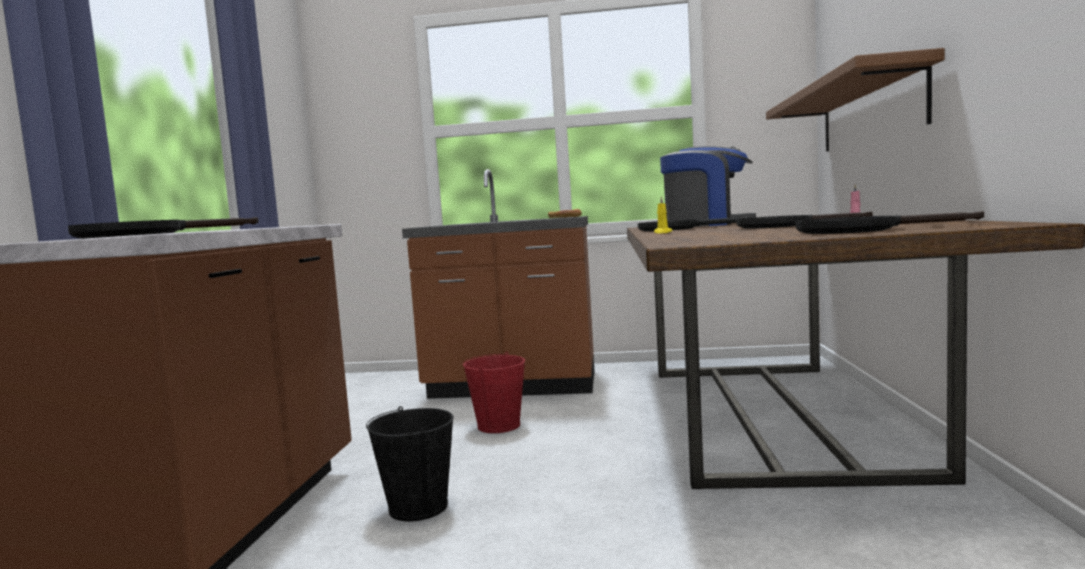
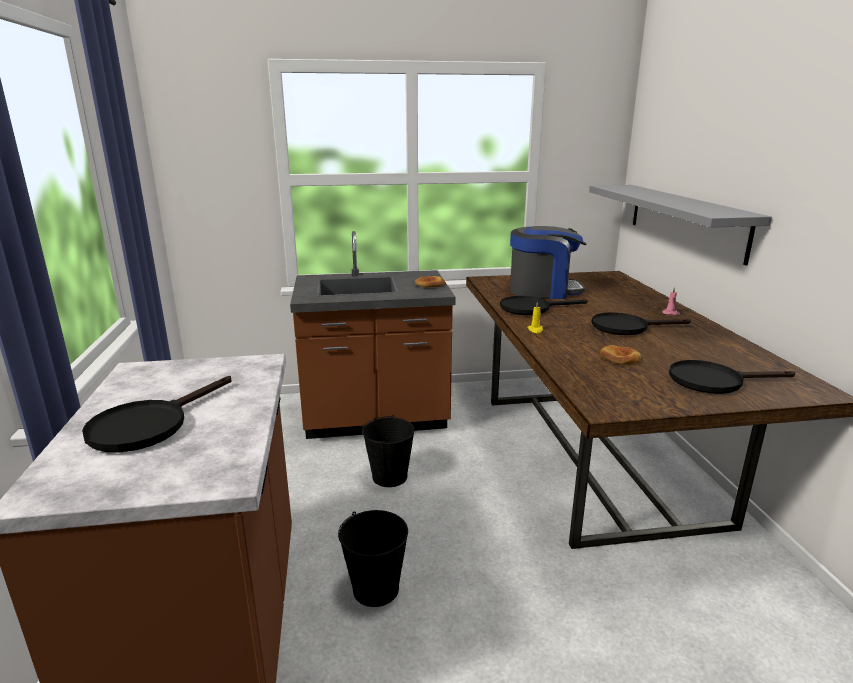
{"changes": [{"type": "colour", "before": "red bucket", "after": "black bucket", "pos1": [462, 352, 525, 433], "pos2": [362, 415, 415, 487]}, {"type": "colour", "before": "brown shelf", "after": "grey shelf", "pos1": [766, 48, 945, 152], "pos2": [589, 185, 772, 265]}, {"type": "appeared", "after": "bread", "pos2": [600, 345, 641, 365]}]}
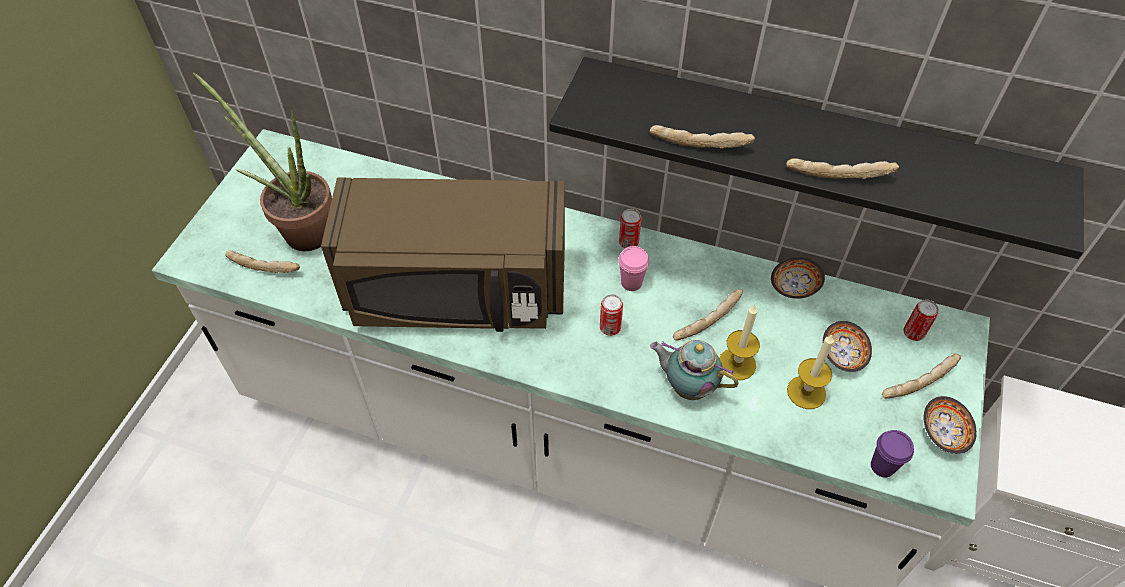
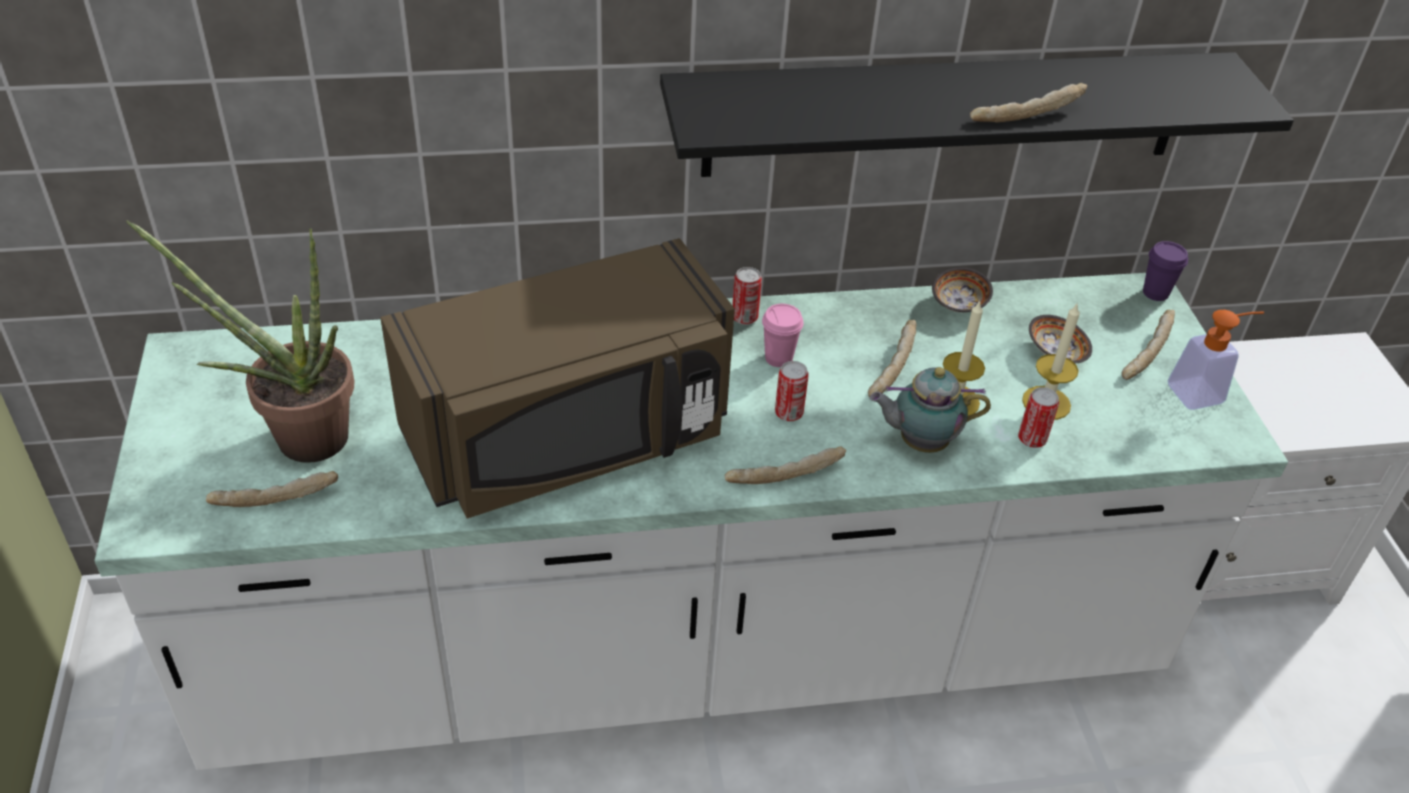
{"changes": [{"type": "relocated", "before": "bread", "pos1": [650, 125, 755, 149], "pos2": [725, 446, 846, 484]}, {"type": "relocated", "before": "purple cup", "pos1": [871, 430, 914, 477], "pos2": [1143, 241, 1188, 301]}, {"type": "relocated", "before": "can", "pos1": [903, 299, 939, 341], "pos2": [1018, 387, 1059, 448]}, {"type": "exchanged", "before": "bowl", "after": "soap dispenser", "pos1": [924, 396, 977, 454], "pos2": [1167, 310, 1264, 410]}]}
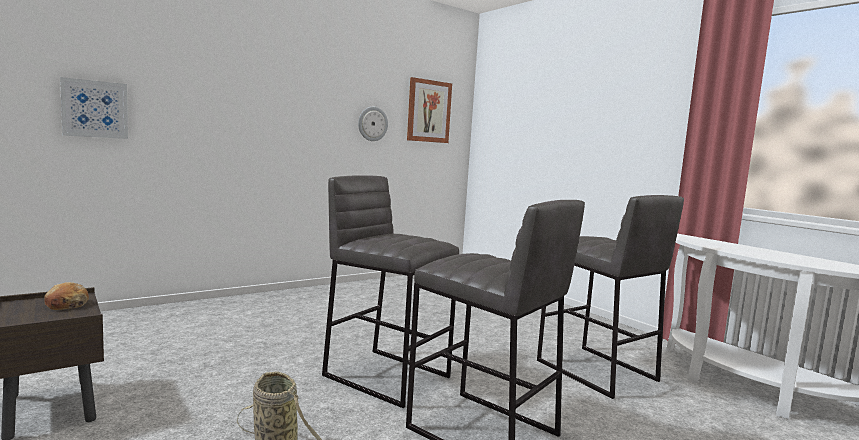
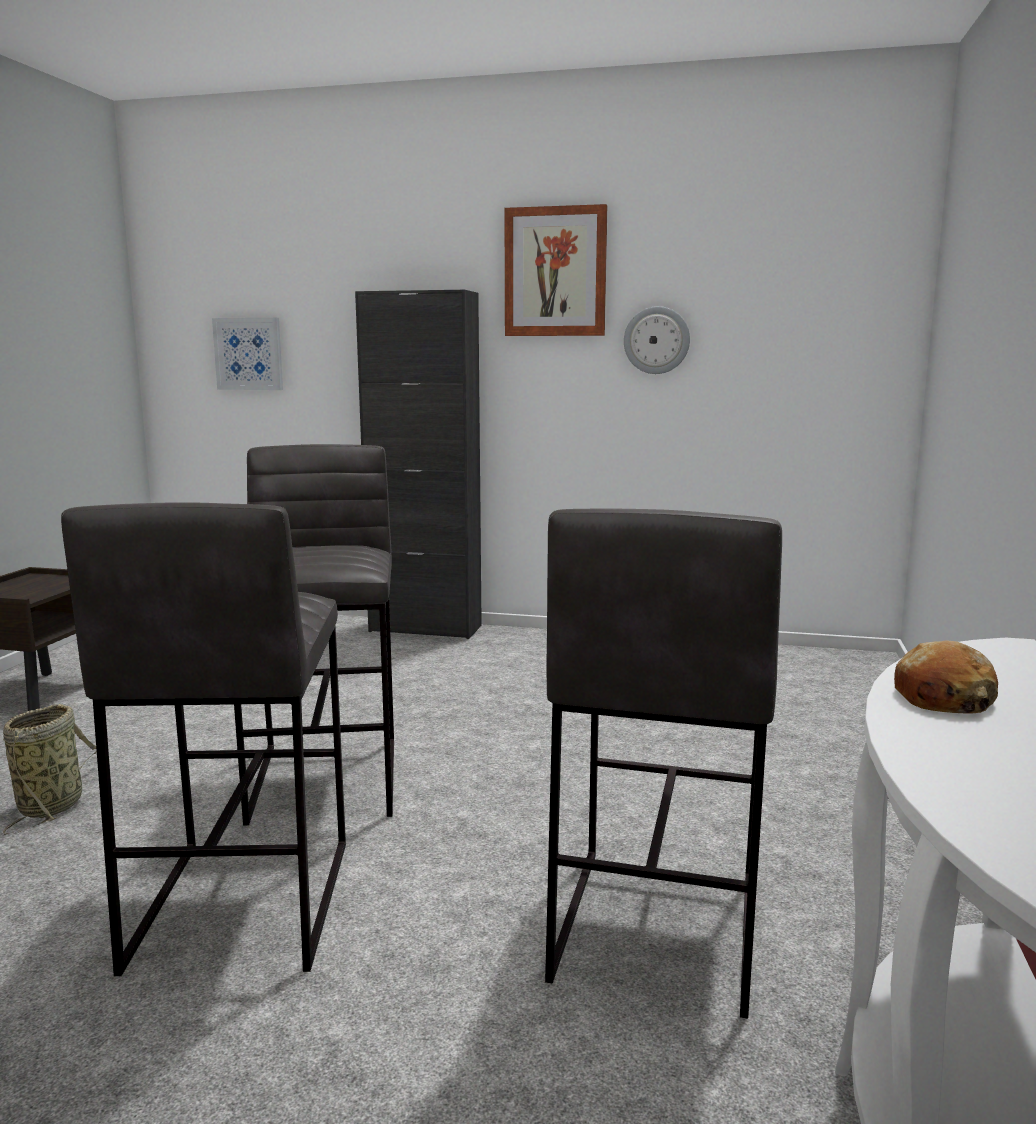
{"changes": [{"type": "relocated", "before": "bread", "pos1": [45, 282, 89, 310], "pos2": [894, 640, 998, 713]}, {"type": "relocated", "before": "picture", "pos1": [407, 77, 452, 143], "pos2": [505, 204, 607, 336]}, {"type": "appeared", "after": "black cabinet", "pos2": [355, 289, 482, 639]}]}
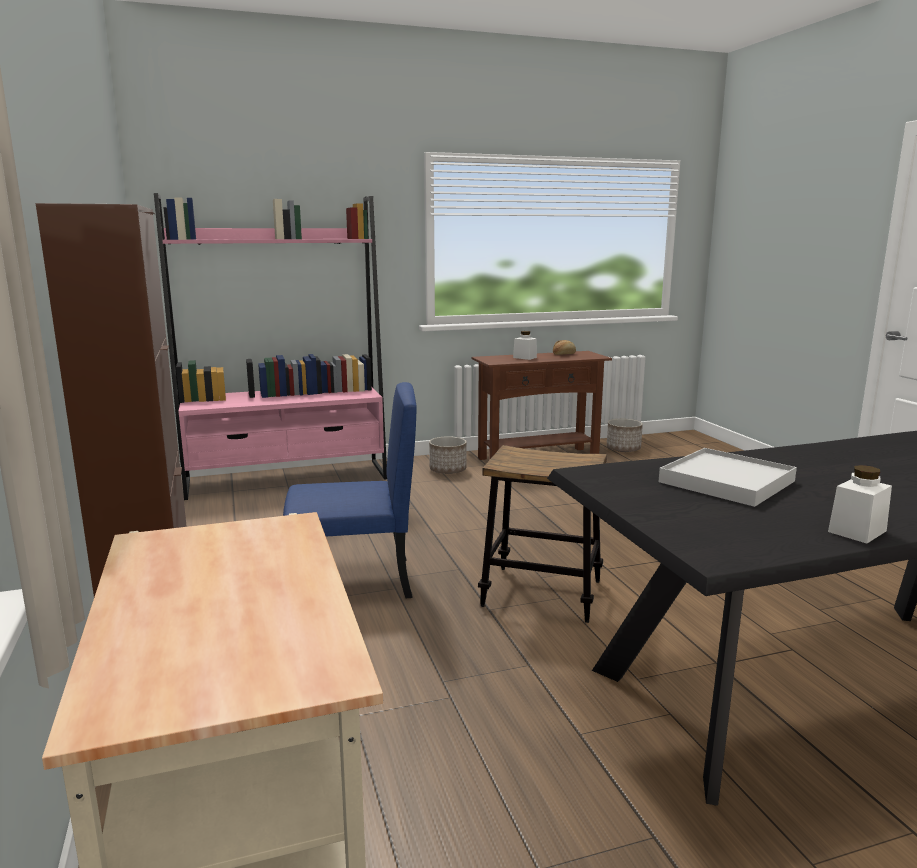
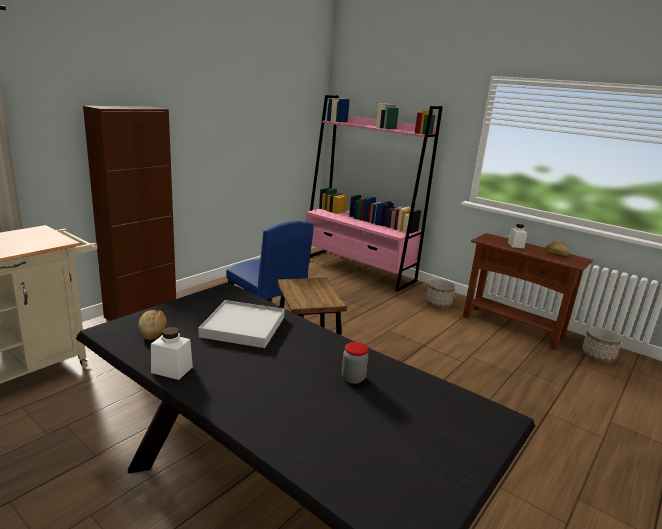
{"changes": [{"type": "appeared", "after": "bread", "pos2": [138, 310, 167, 340]}, {"type": "appeared", "after": "jar", "pos2": [342, 342, 368, 384]}]}
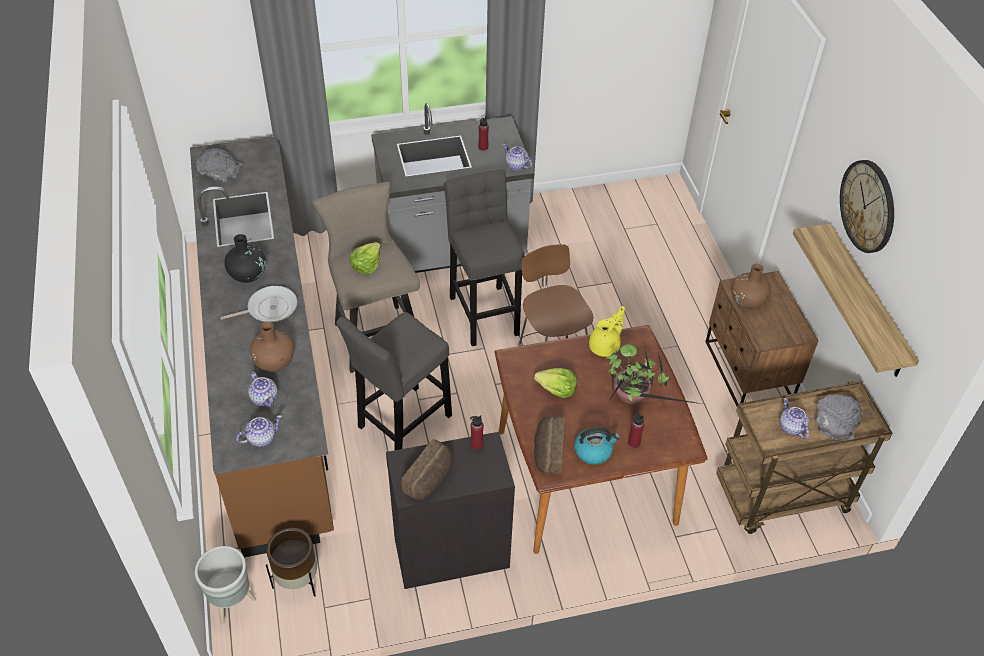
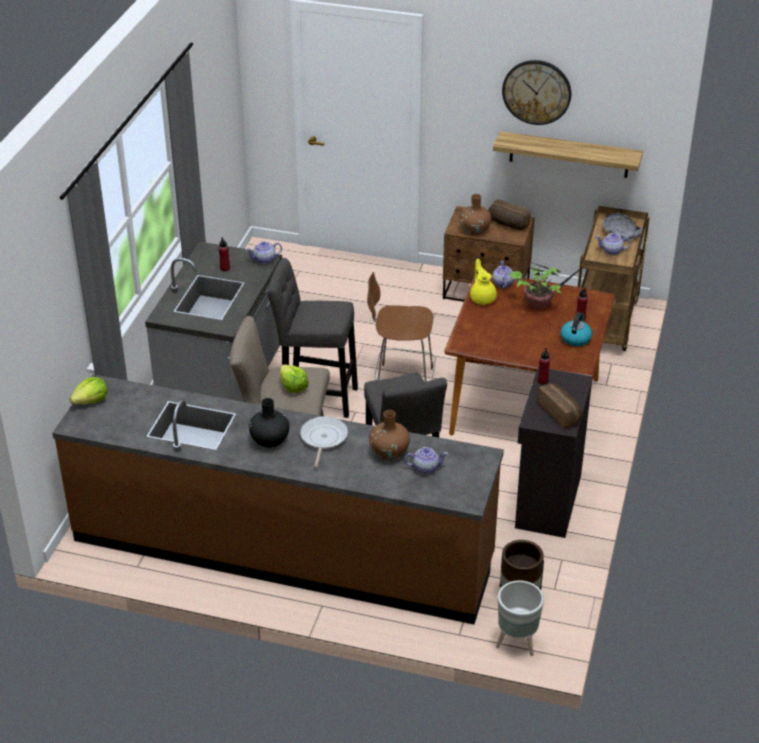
{"changes": [{"type": "missing", "before": "grey bowl", "pos1": [196, 148, 243, 182]}, {"type": "relocated", "before": "teapot", "pos1": [236, 415, 282, 447], "pos2": [492, 261, 514, 289]}, {"type": "relocated", "before": "lettuce", "pos1": [534, 368, 577, 398], "pos2": [70, 377, 107, 404]}, {"type": "relocated", "before": "bread", "pos1": [534, 417, 565, 475], "pos2": [488, 199, 530, 230]}]}
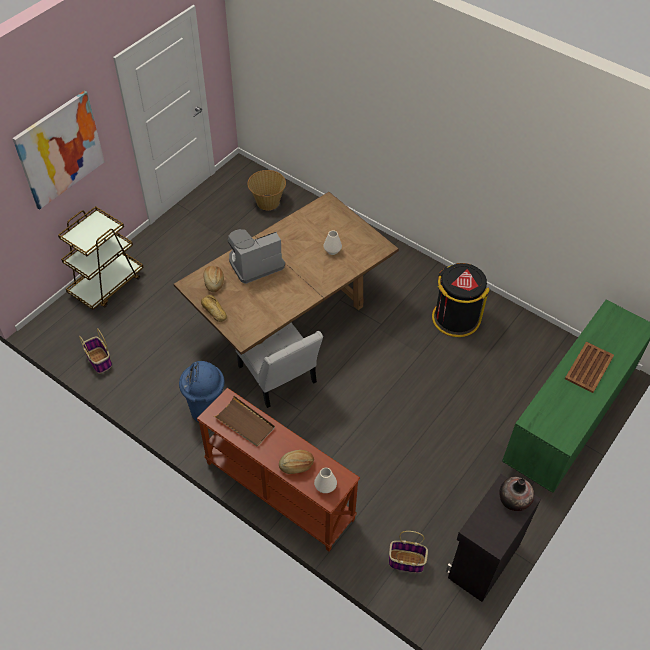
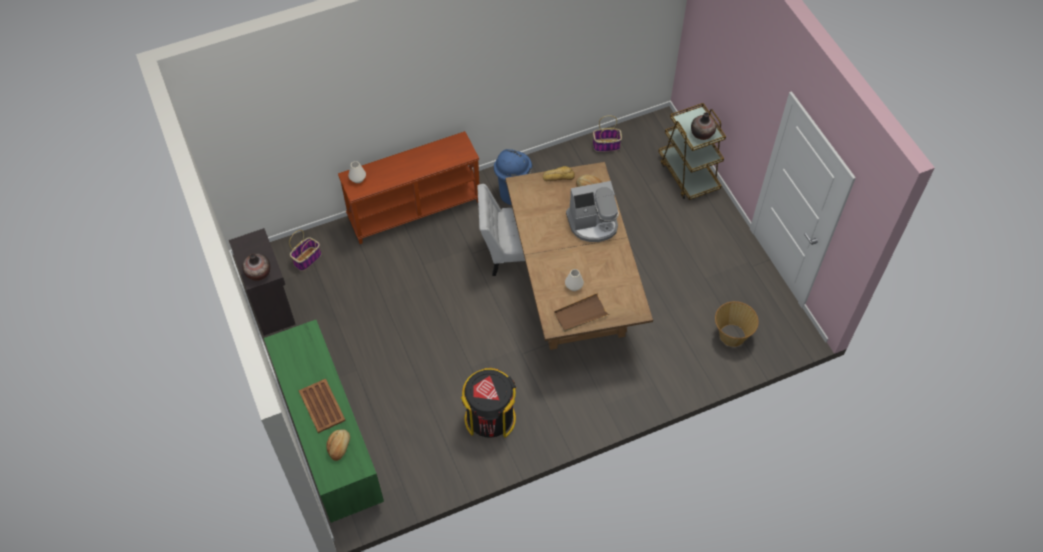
{"changes": [{"type": "missing", "before": "picture", "pos1": [12, 91, 105, 210]}, {"type": "relocated", "before": "brown tray", "pos1": [214, 396, 275, 446], "pos2": [554, 293, 609, 332]}, {"type": "spun", "before": "coffee machine", "pos1": [228, 229, 285, 284], "pos2": [566, 181, 619, 242], "turn": 75}, {"type": "relocated", "before": "bread", "pos1": [279, 450, 314, 474], "pos2": [326, 429, 350, 461]}, {"type": "appeared", "after": "vase", "pos2": [691, 112, 716, 140]}]}
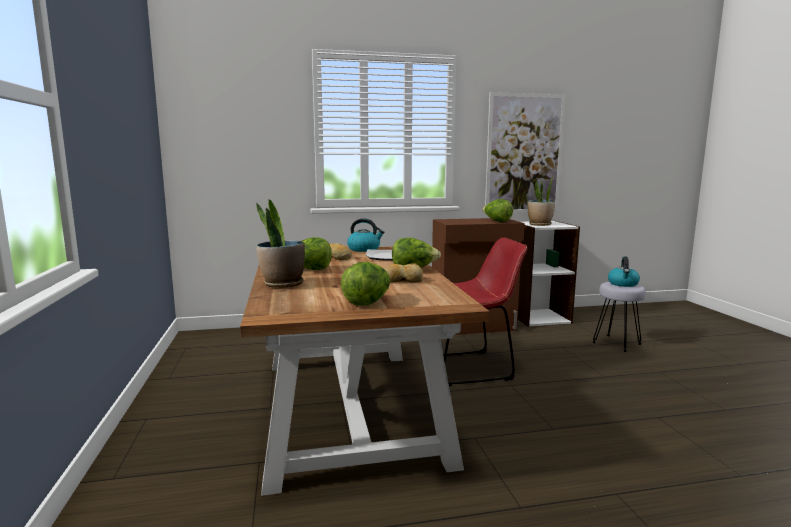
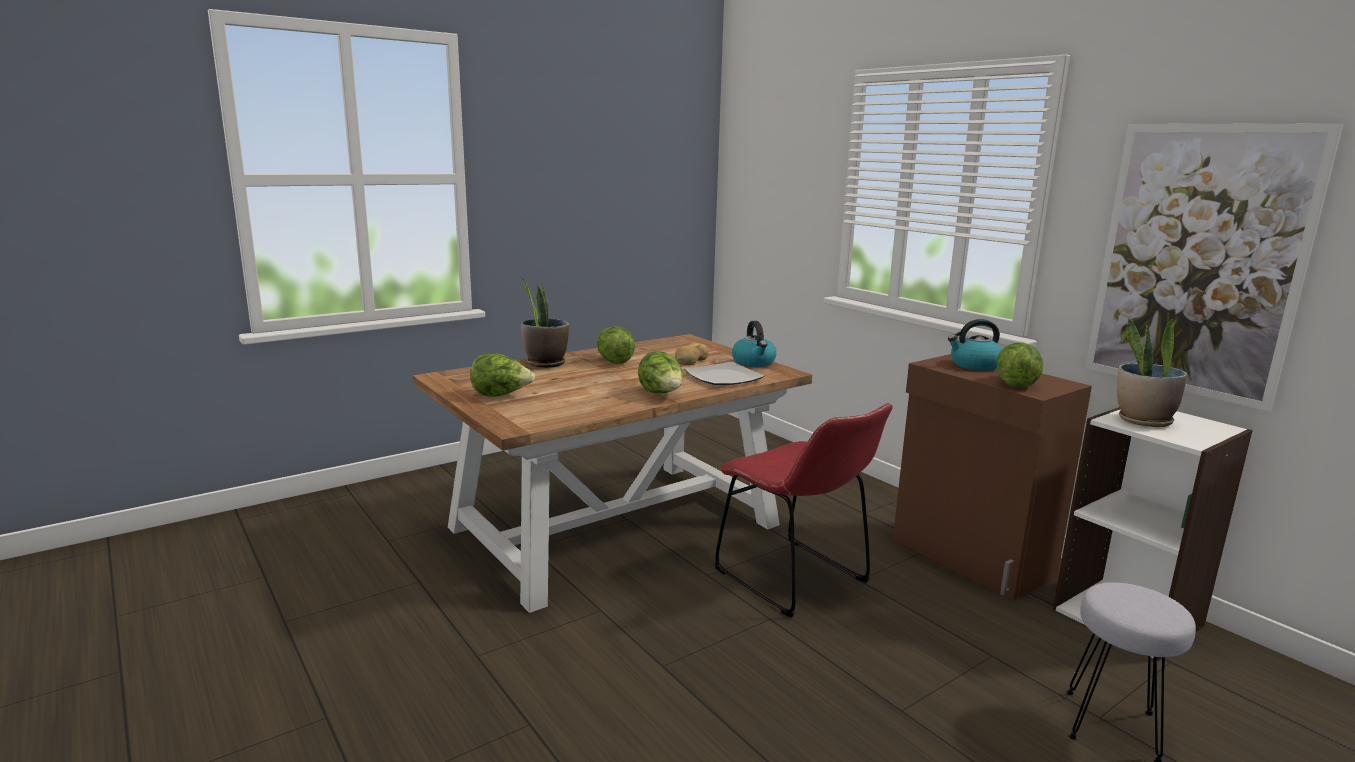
{"changes": [{"type": "missing", "before": "bread", "pos1": [385, 264, 423, 283]}, {"type": "relocated", "before": "kettle", "pos1": [608, 256, 640, 287], "pos2": [948, 319, 1002, 371]}]}
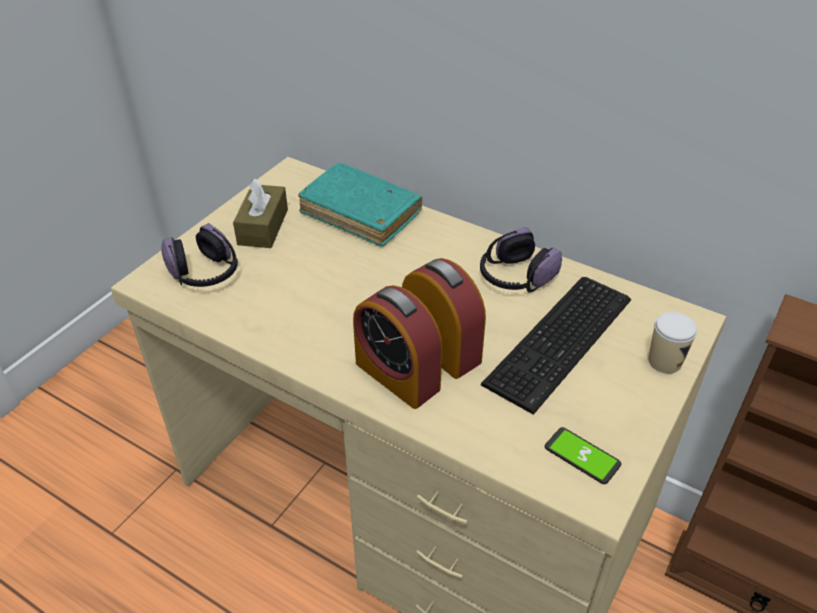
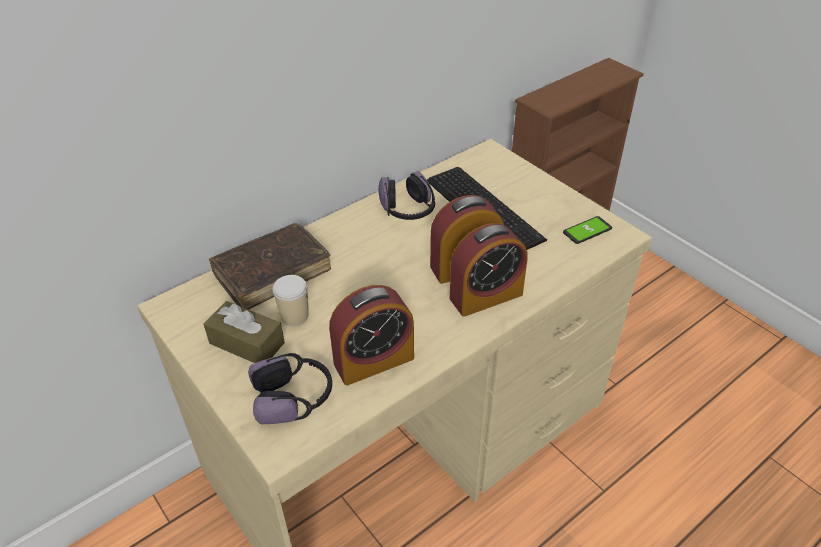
{"changes": [{"type": "colour", "before": "turquoise book", "after": "brown book", "pos1": [298, 163, 422, 247], "pos2": [209, 223, 331, 310]}, {"type": "relocated", "before": "cup", "pos1": [648, 312, 697, 374], "pos2": [272, 275, 308, 326]}, {"type": "appeared", "after": "alarm clock", "pos2": [329, 285, 414, 386]}]}
